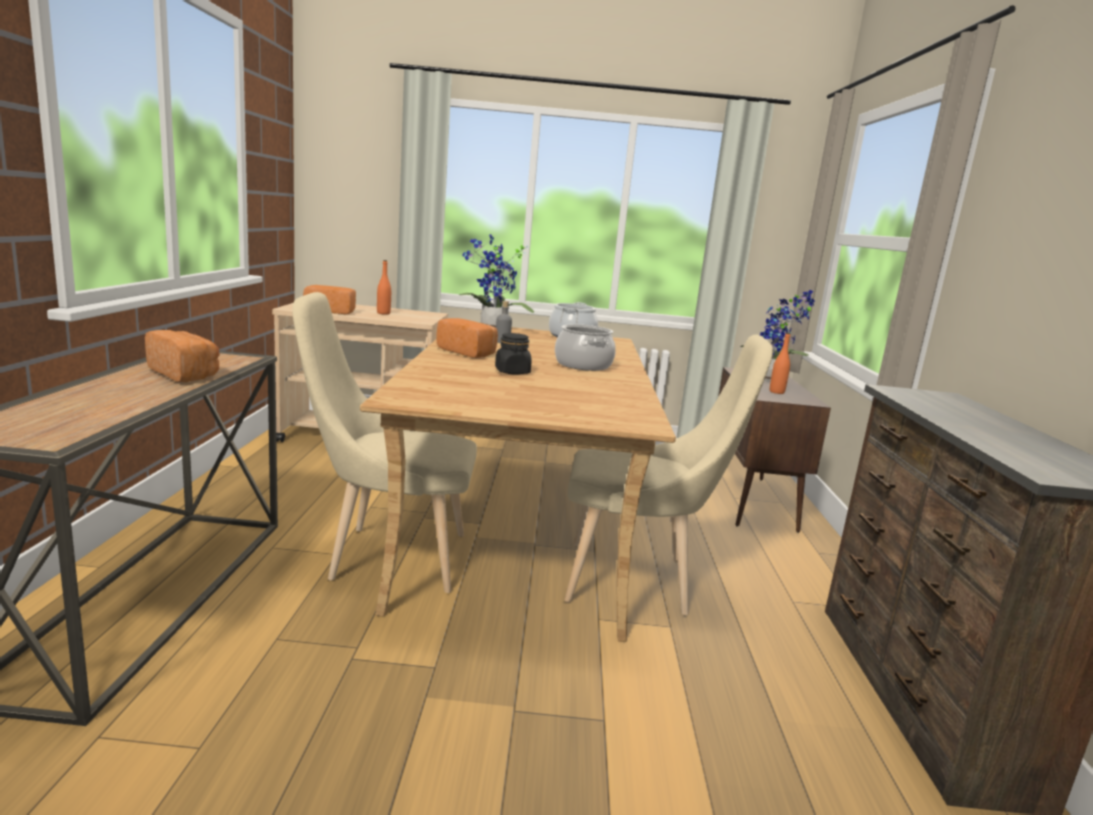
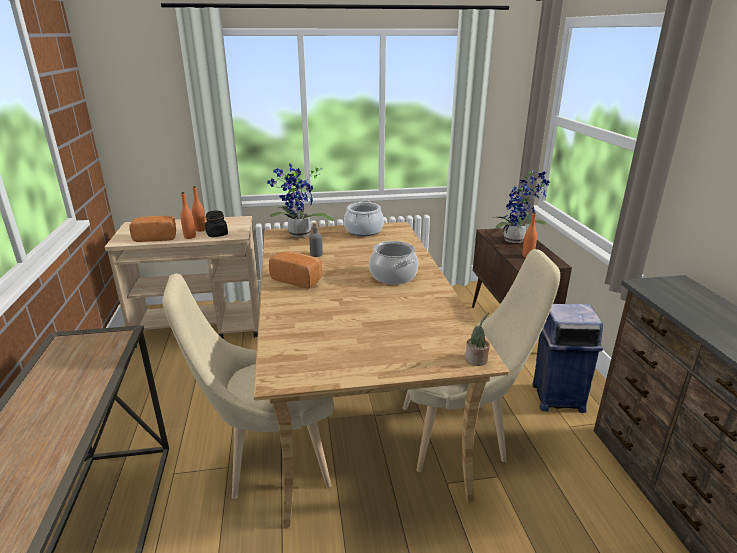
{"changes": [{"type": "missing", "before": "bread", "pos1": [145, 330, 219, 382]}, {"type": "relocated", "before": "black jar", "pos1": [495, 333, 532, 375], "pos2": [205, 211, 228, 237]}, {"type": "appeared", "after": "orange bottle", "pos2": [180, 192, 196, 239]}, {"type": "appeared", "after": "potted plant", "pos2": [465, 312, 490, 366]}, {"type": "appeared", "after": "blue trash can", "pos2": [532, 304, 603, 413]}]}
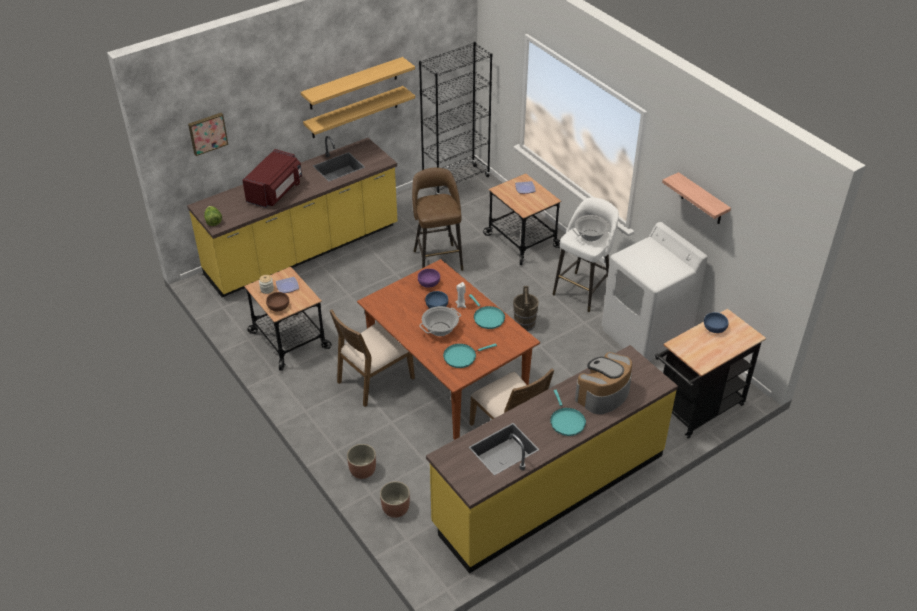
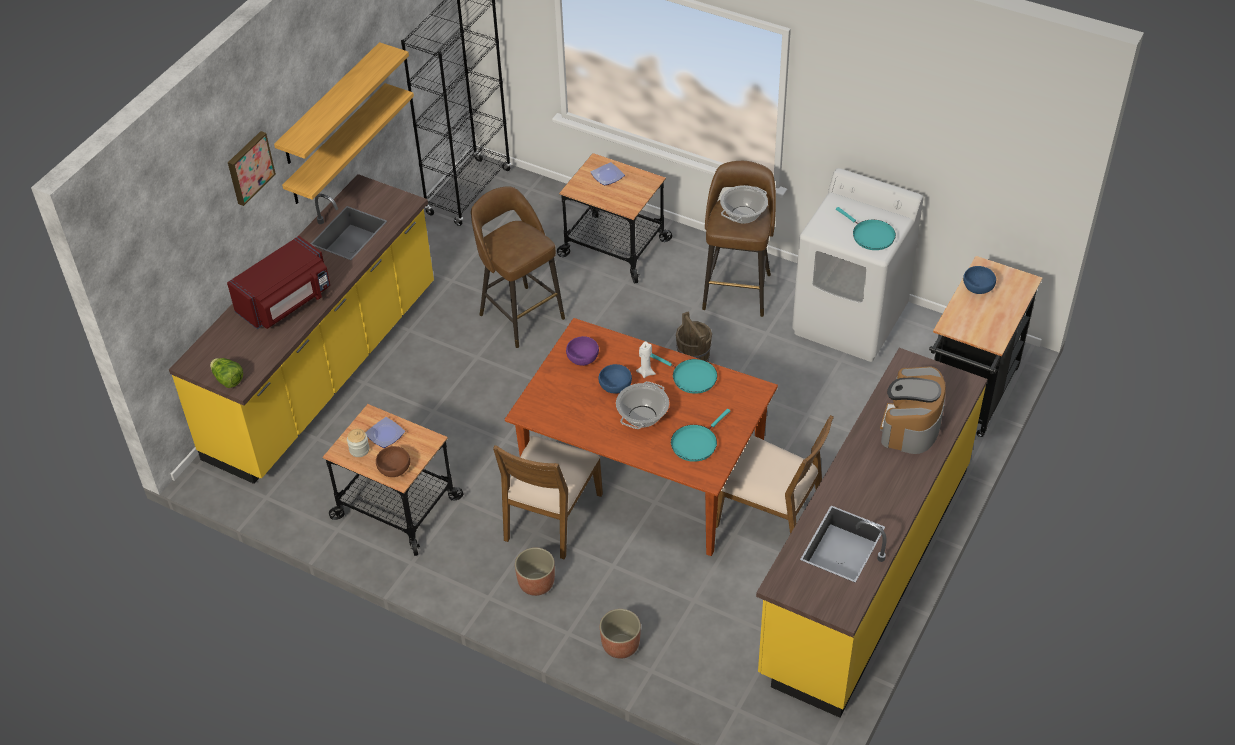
{"changes": [{"type": "relocated", "before": "picture", "pos1": [188, 113, 228, 156], "pos2": [228, 131, 276, 206]}, {"type": "spun", "before": "red microwave", "pos1": [243, 149, 302, 208], "pos2": [227, 236, 330, 329], "turn": 45}, {"type": "relocated", "before": "planter", "pos1": [380, 481, 410, 518], "pos2": [515, 547, 555, 596]}, {"type": "relocated", "before": "turquoise frying pan", "pos1": [550, 390, 586, 436], "pos2": [836, 207, 896, 250]}, {"type": "colour", "before": "white stool", "after": "brown stool", "pos1": [553, 197, 619, 312], "pos2": [702, 161, 776, 317]}, {"type": "missing", "before": "shelf", "pos1": [662, 172, 731, 224]}]}
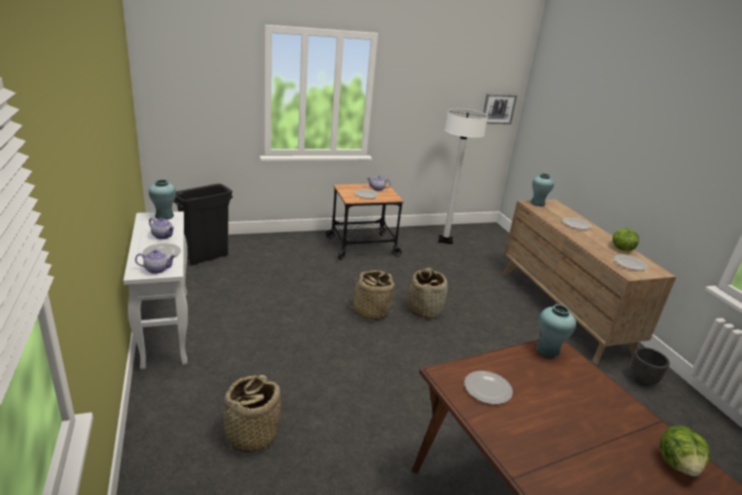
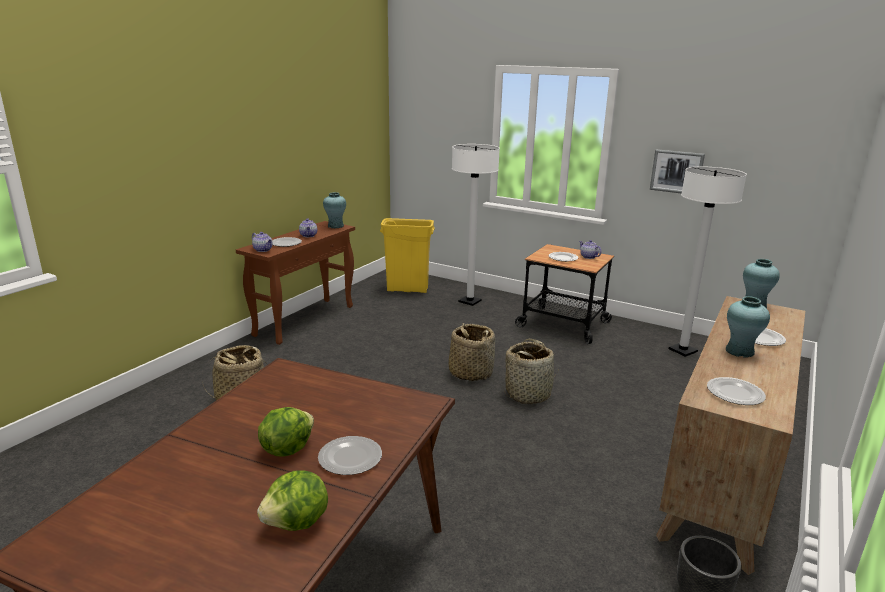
{"changes": [{"type": "colour", "before": "white console table", "after": "brown console table", "pos1": [123, 211, 188, 369], "pos2": [236, 221, 355, 345]}, {"type": "colour", "before": "black trash can", "after": "yellow trash can", "pos1": [174, 184, 233, 266], "pos2": [380, 218, 435, 293]}, {"type": "relocated", "before": "plate", "pos1": [464, 371, 513, 404], "pos2": [318, 436, 382, 475]}, {"type": "relocated", "before": "picture", "pos1": [483, 94, 517, 124], "pos2": [650, 149, 705, 194]}, {"type": "relocated", "before": "turquoise vase", "pos1": [536, 304, 576, 359], "pos2": [726, 296, 770, 358]}, {"type": "relocated", "before": "lettuce", "pos1": [612, 228, 639, 251], "pos2": [258, 407, 314, 457]}, {"type": "appeared", "after": "white floor lamp", "pos2": [452, 144, 500, 306]}]}
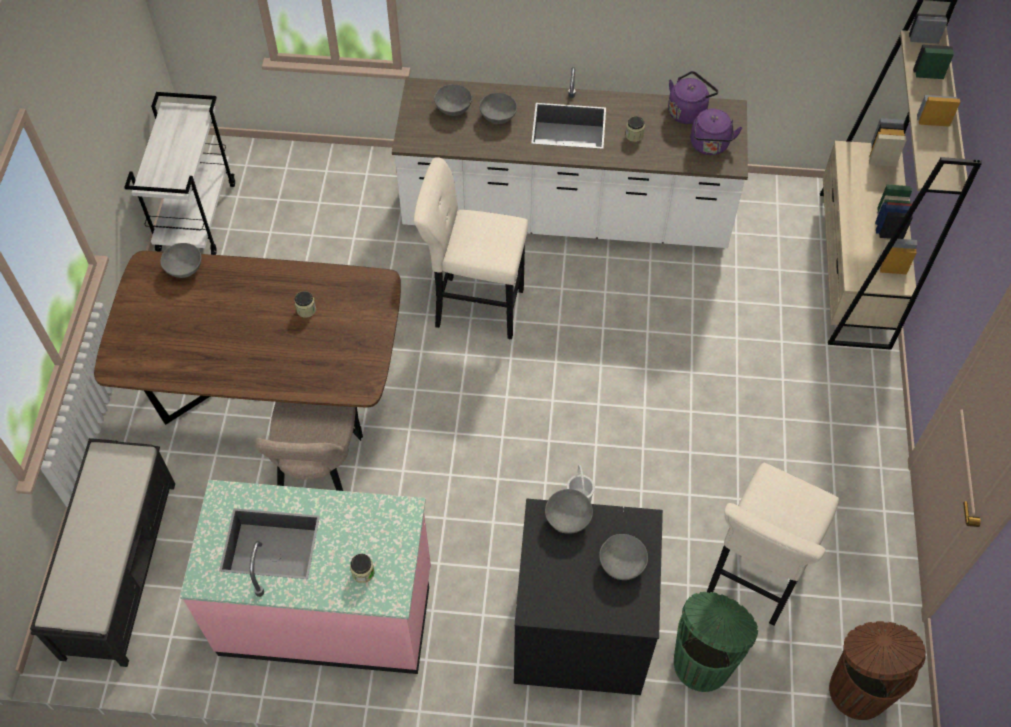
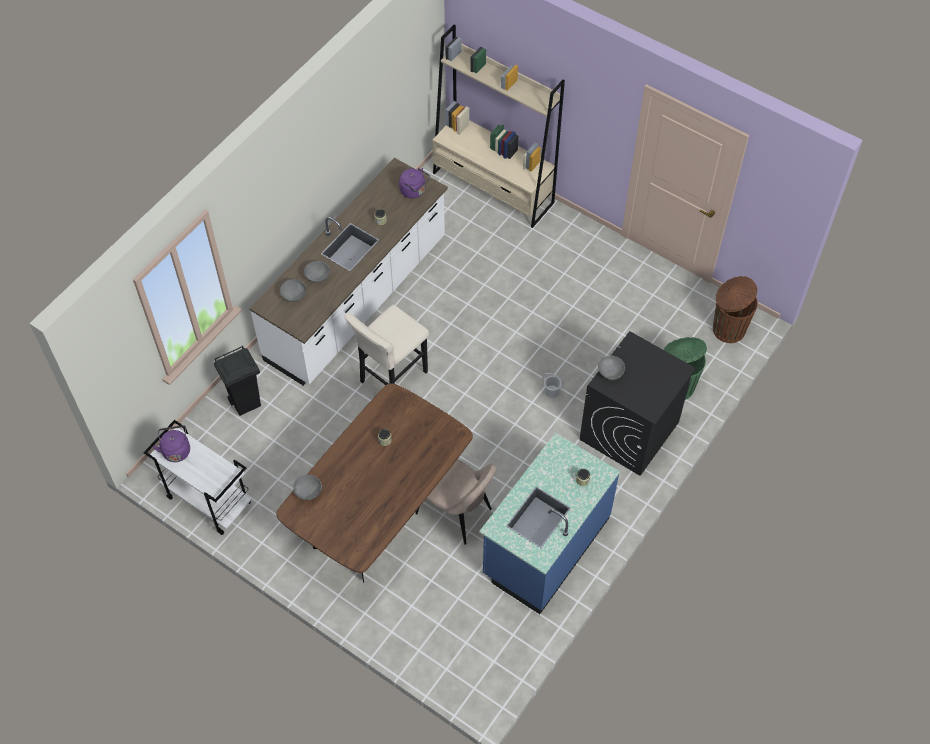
{"changes": [{"type": "missing", "before": "black bench", "pos1": [30, 438, 175, 667]}, {"type": "colour", "before": "pink counter", "after": "blue counter", "pos1": [180, 480, 431, 674], "pos2": [479, 433, 620, 614]}, {"type": "missing", "before": "grey bowl", "pos1": [599, 534, 648, 580]}, {"type": "relocated", "before": "purple kettle", "pos1": [668, 71, 718, 124], "pos2": [153, 425, 190, 462]}, {"type": "missing", "before": "beige stool", "pos1": [707, 462, 839, 626]}, {"type": "appeared", "after": "black trash can", "pos2": [214, 346, 261, 416]}]}
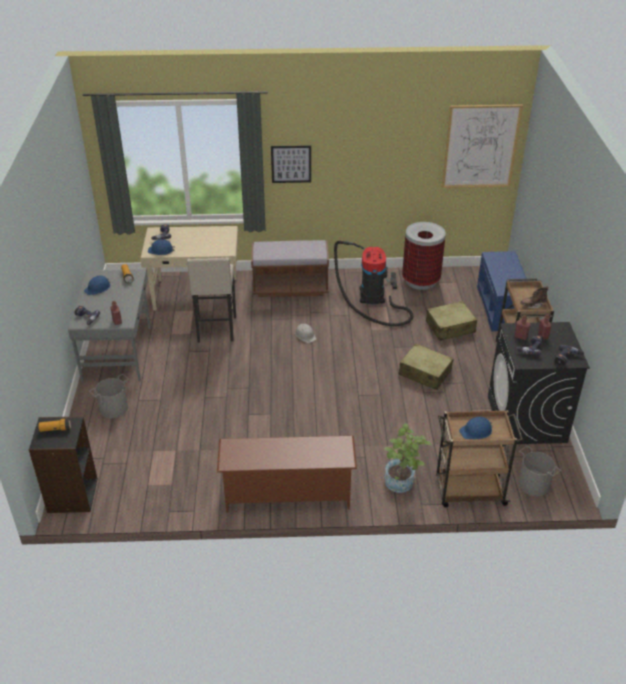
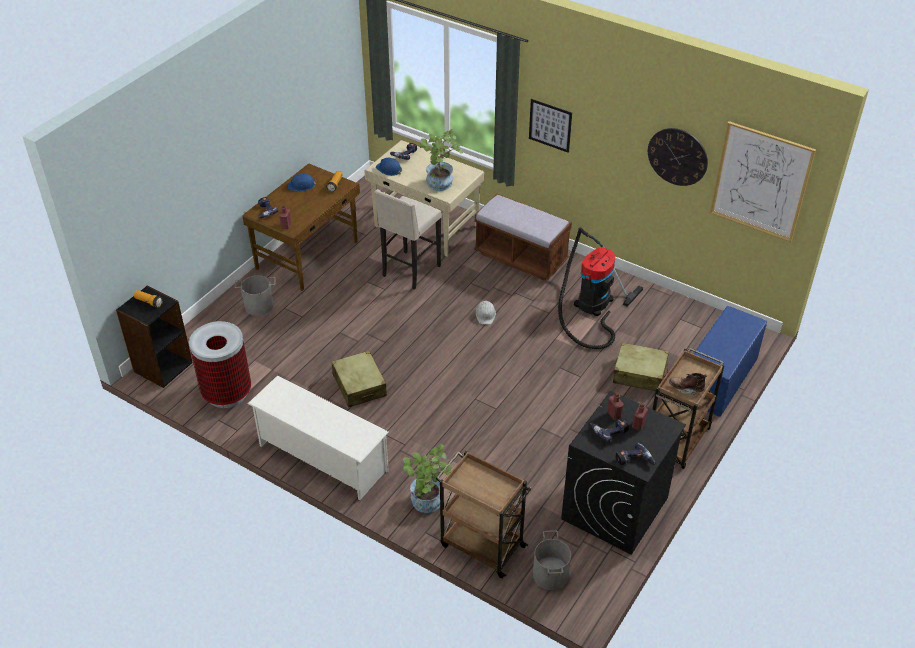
{"changes": [{"type": "colour", "before": "grey desk", "after": "brown desk", "pos1": [68, 269, 151, 383], "pos2": [242, 164, 360, 291]}, {"type": "colour", "before": "brown shoe rack", "after": "white shoe rack", "pos1": [217, 436, 357, 513], "pos2": [248, 375, 389, 500]}, {"type": "relocated", "before": "beige suitcase", "pos1": [398, 344, 454, 390], "pos2": [331, 351, 387, 408]}, {"type": "relocated", "before": "trash can", "pos1": [402, 222, 446, 290], "pos2": [189, 321, 251, 408]}, {"type": "missing", "before": "blue hard hat", "pos1": [459, 417, 492, 439]}, {"type": "appeared", "after": "potted plant", "pos2": [420, 129, 463, 191]}, {"type": "appeared", "after": "wall clock", "pos2": [648, 128, 708, 186]}]}
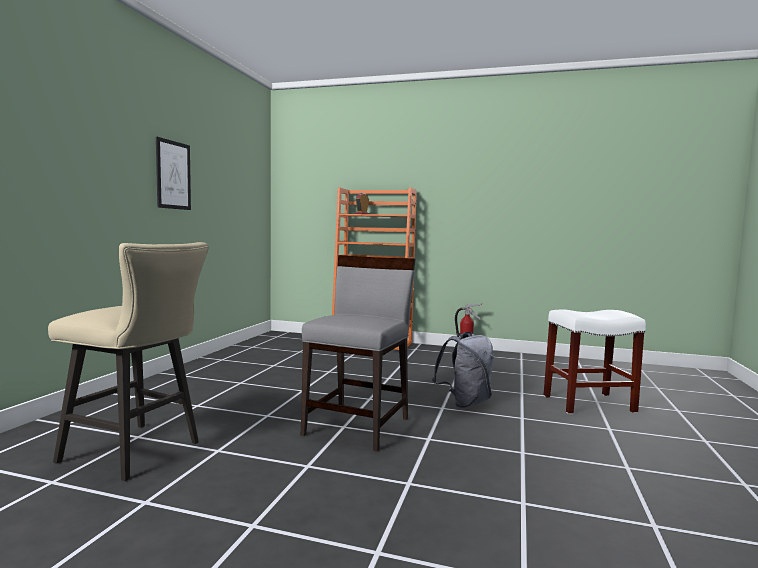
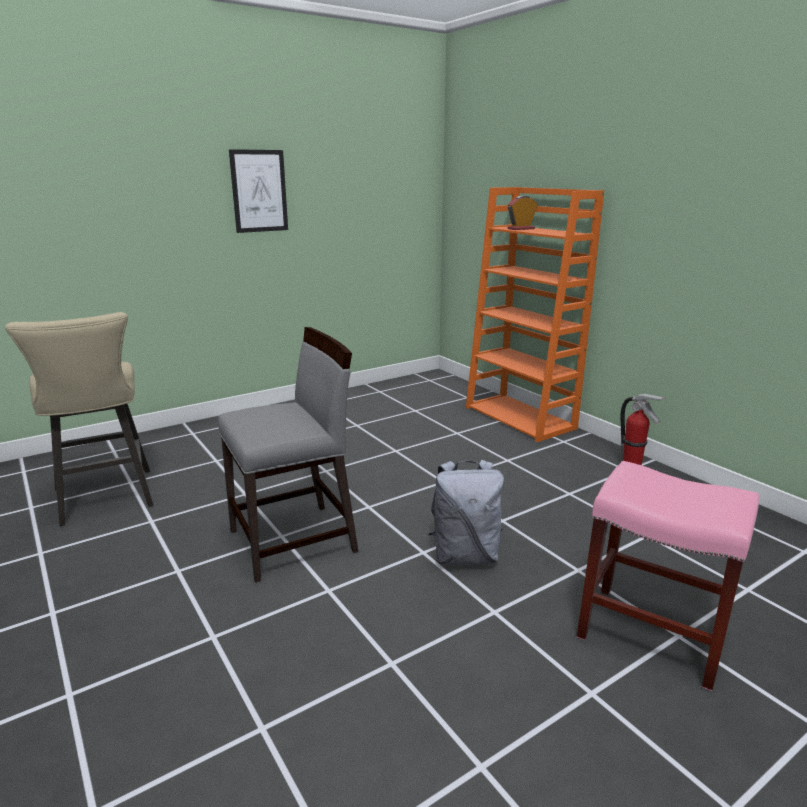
{"changes": [{"type": "colour", "before": "white stool", "after": "pink stool", "pos1": [543, 309, 646, 414], "pos2": [577, 461, 759, 691]}]}
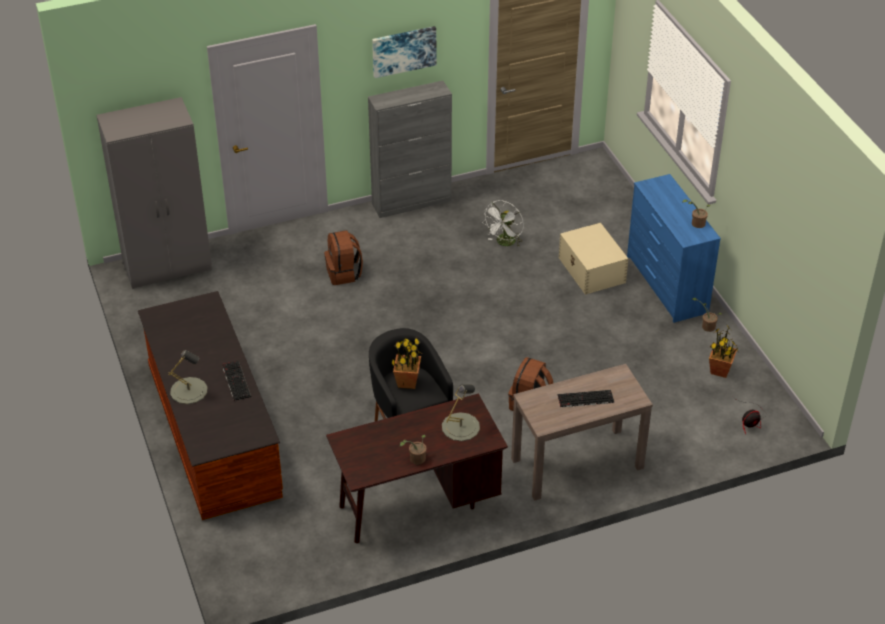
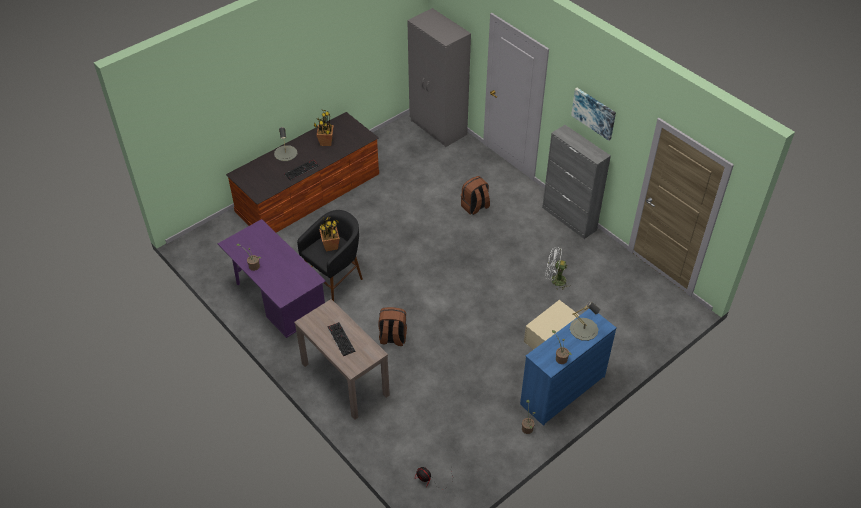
{"changes": [{"type": "colour", "before": "brown desk", "after": "purple desk", "pos1": [326, 393, 508, 544], "pos2": [218, 219, 326, 338]}, {"type": "relocated", "before": "grey table lamp", "pos1": [442, 384, 480, 441], "pos2": [570, 302, 600, 341]}, {"type": "relocated", "before": "potted plant", "pos1": [709, 326, 739, 378], "pos2": [314, 109, 334, 146]}]}
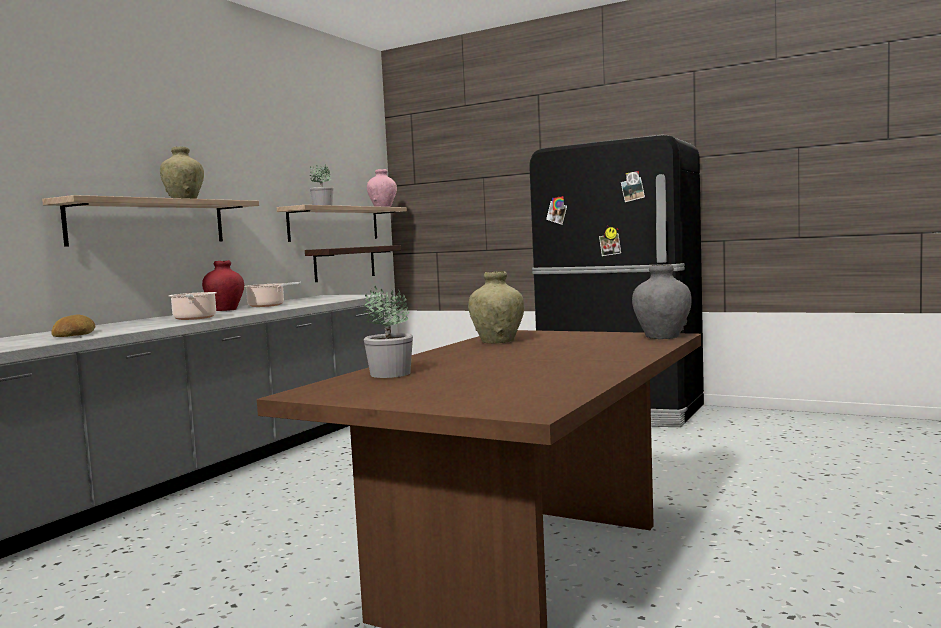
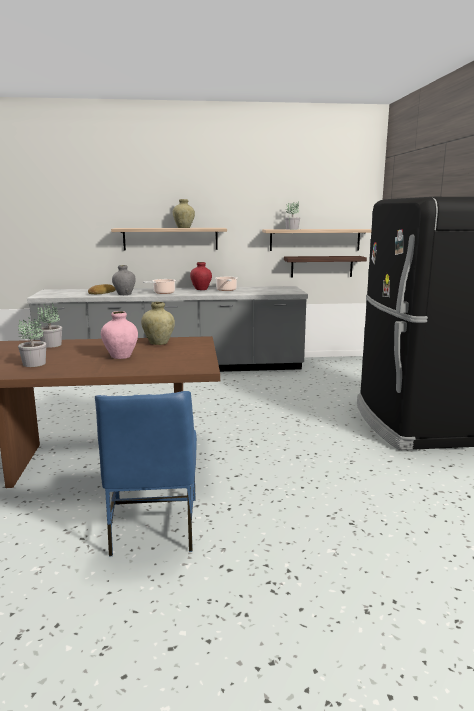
{"changes": [{"type": "relocated", "before": "pink vase", "pos1": [367, 169, 397, 207], "pos2": [101, 311, 138, 359]}, {"type": "relocated", "before": "grey vase", "pos1": [632, 264, 692, 339], "pos2": [112, 265, 136, 295]}, {"type": "appeared", "after": "potted plant", "pos2": [18, 317, 46, 367]}, {"type": "appeared", "after": "blue chair", "pos2": [95, 391, 197, 556]}]}
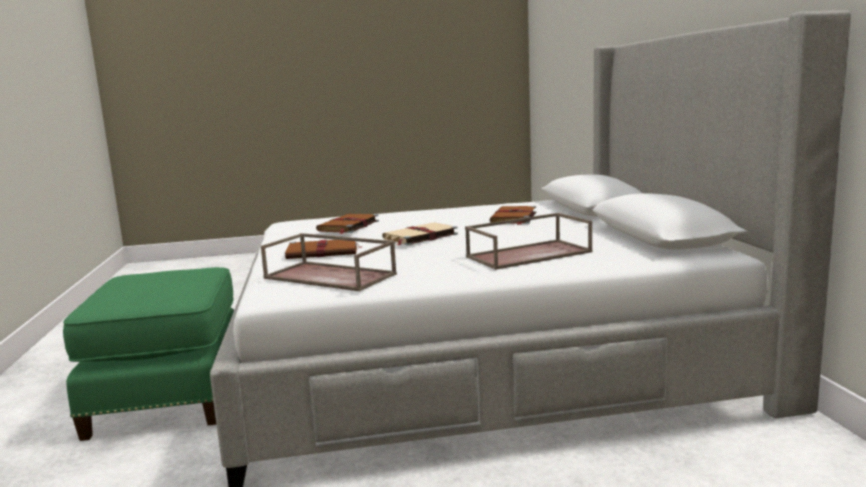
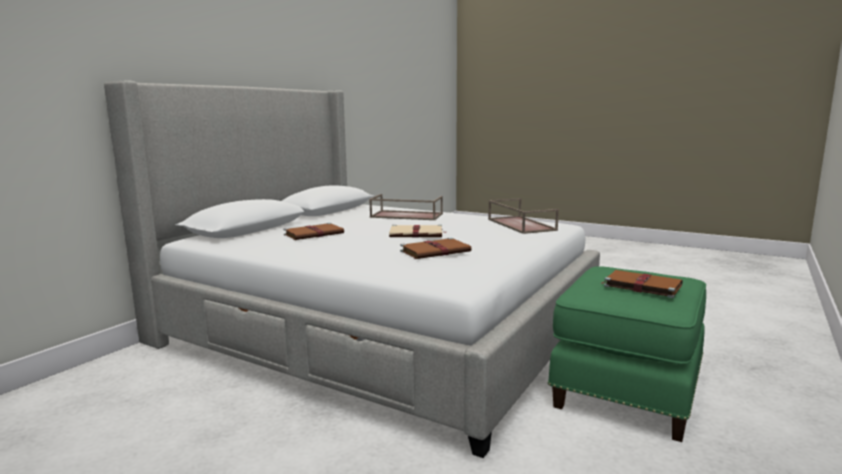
{"changes": [{"type": "relocated", "before": "brown book", "pos1": [285, 237, 363, 259], "pos2": [602, 270, 683, 298]}]}
